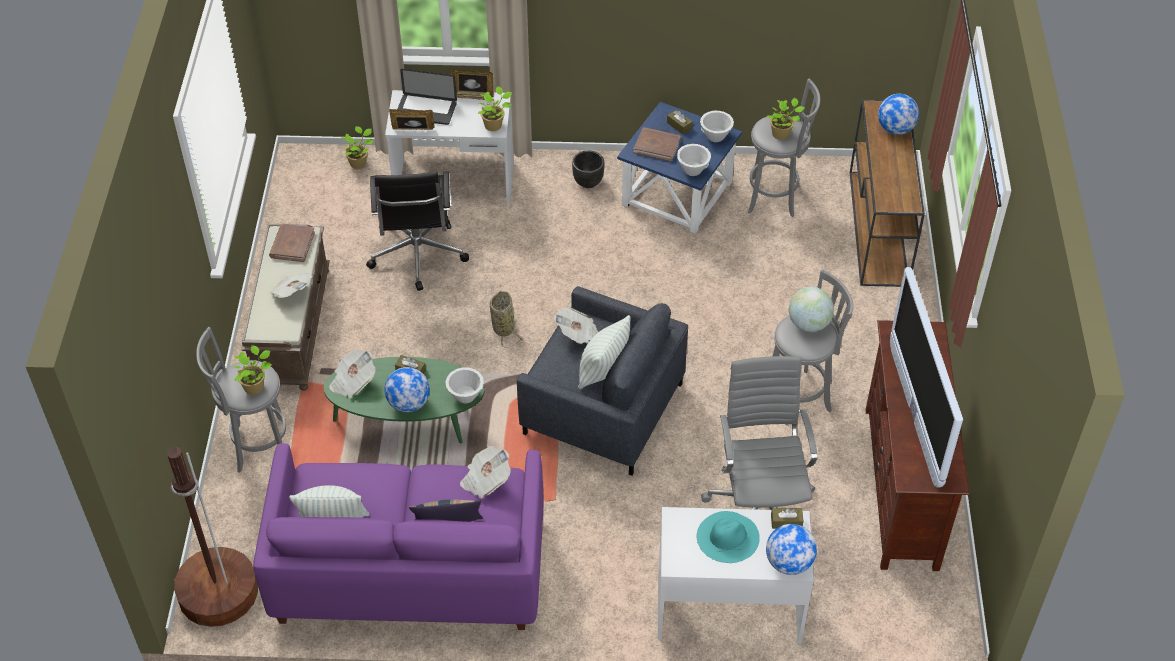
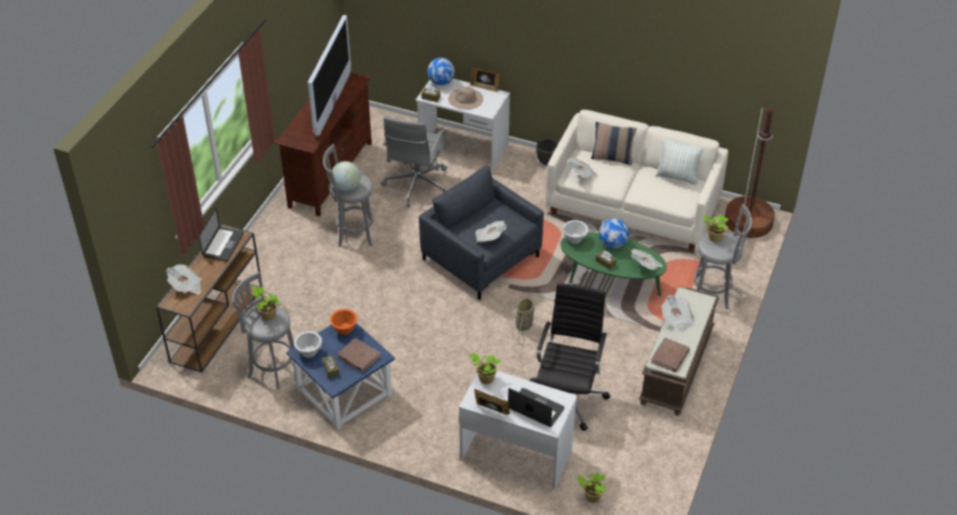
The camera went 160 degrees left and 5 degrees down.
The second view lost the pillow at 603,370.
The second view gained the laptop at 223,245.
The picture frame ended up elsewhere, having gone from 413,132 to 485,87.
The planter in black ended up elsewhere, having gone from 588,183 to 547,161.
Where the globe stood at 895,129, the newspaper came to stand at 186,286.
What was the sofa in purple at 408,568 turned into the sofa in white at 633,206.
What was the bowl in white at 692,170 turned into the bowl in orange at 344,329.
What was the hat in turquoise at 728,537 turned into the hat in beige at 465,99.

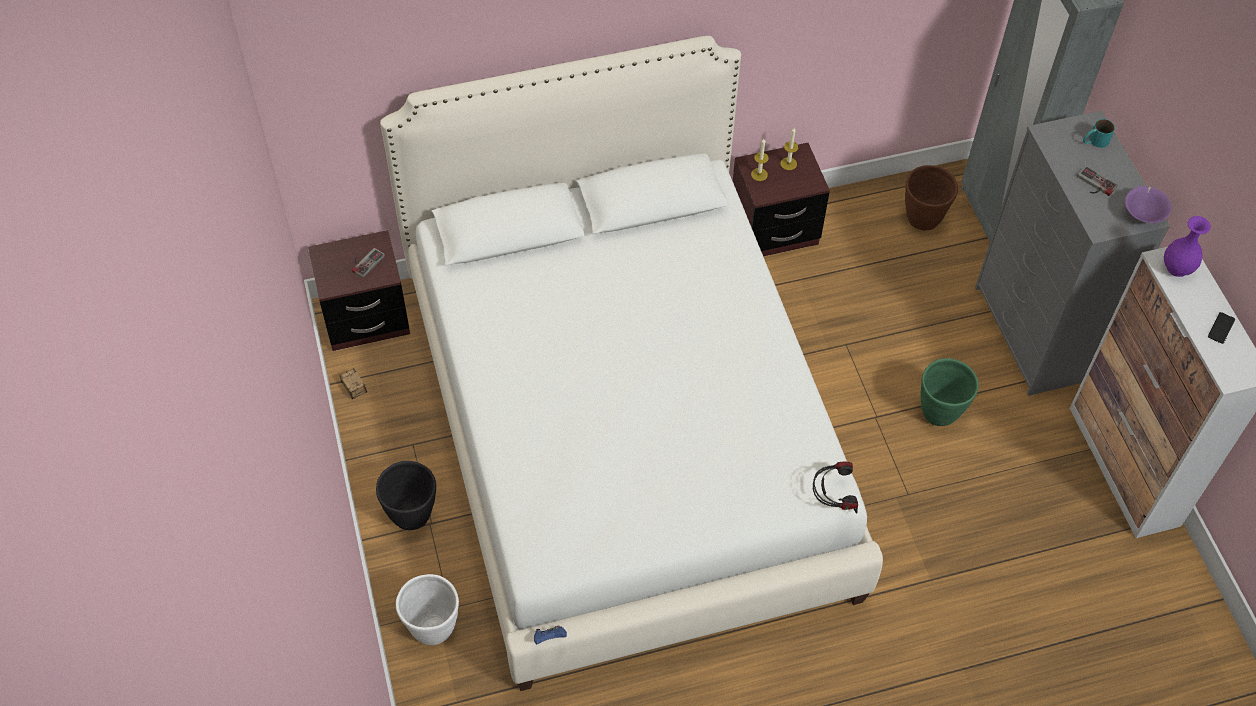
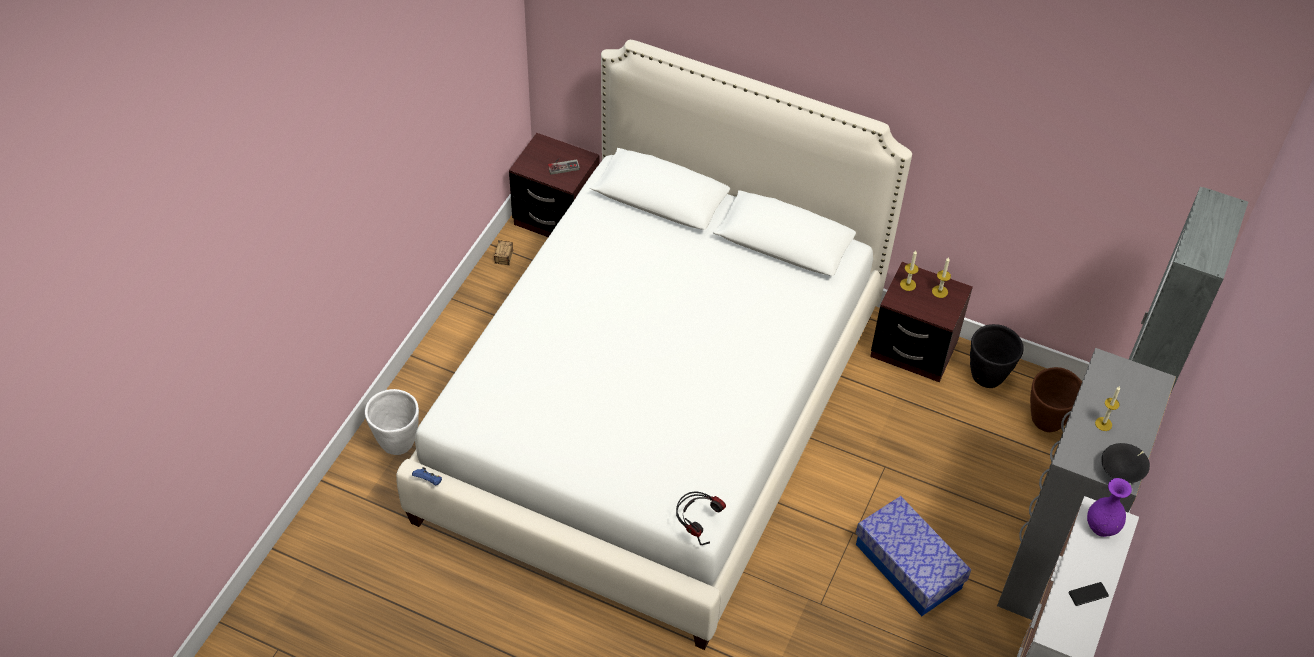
The camera went 40 degrees right and 5 degrees down.
The second view lost the mug in turquoise at 1094,141.
The planter in black ended up elsewhere, having gone from 412,516 to 987,377.
Where the planter in green stood at 940,413, the storage box came to stand at 908,566.
Where the game controller stood at 1094,184, the candle came to stand at 1103,424.
What was the bowl in purple at 1143,214 turned into the bowl in black at 1122,472.

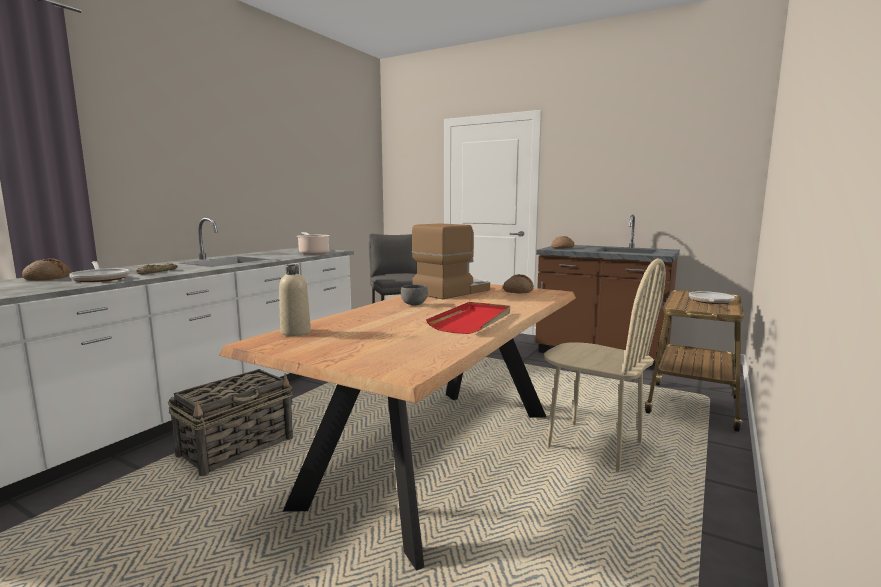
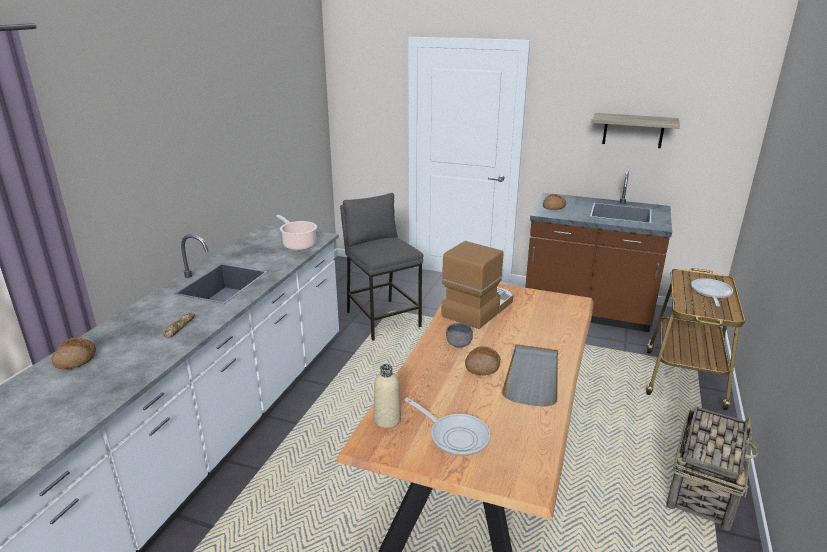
The camera went 10 degrees left and 15 degrees up.
The second view lost the chair in beige at 594,446.
The second view gained the shelf at 633,130.
The frying pan ended up elsewhere, having gone from 101,278 to 455,436.
The basket ended up elsewhere, having gone from 238,447 to 703,487.
The bread ended up elsewhere, having gone from 518,291 to 482,366.
What was the tray in red at 473,321 turned into the tray in grey at 532,377.

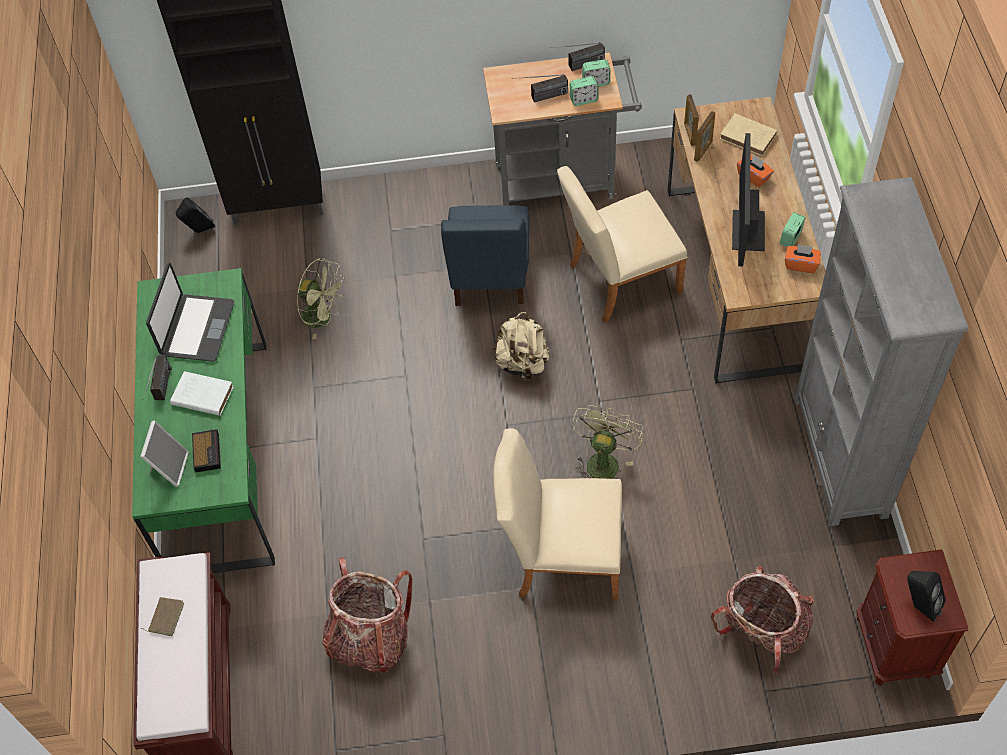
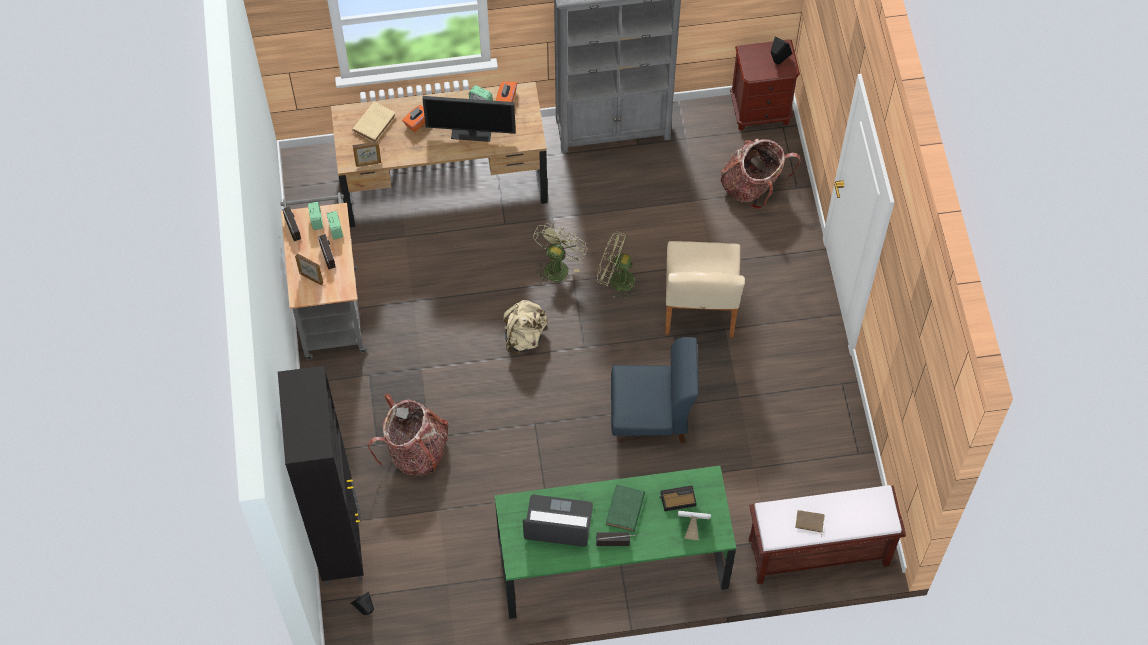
The camera went 95 degrees left and 5 degrees up.
The second view lost the chair in beige at 618,281.
The fan in green ended up elsewhere, having gone from 323,317 to 557,266.
The backpack ended up elsewhere, having gone from 370,639 to 415,451.
The chair in blue ended up elsewhere, having gone from 489,275 to 651,416.
The picture frame ended up elsewhere, having gone from 703,151 to 311,278.
What was the book in white at 201,395 turned into the book in green at 624,510.

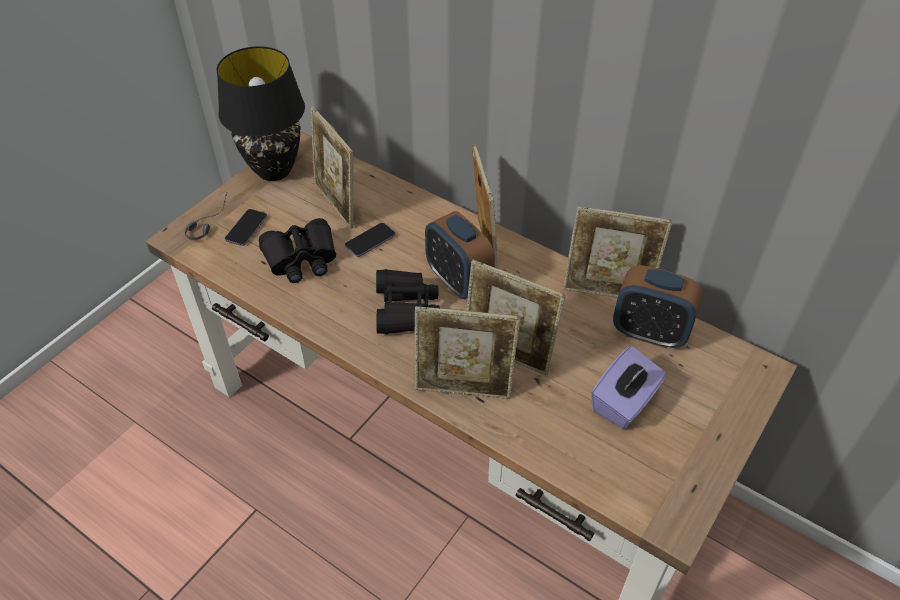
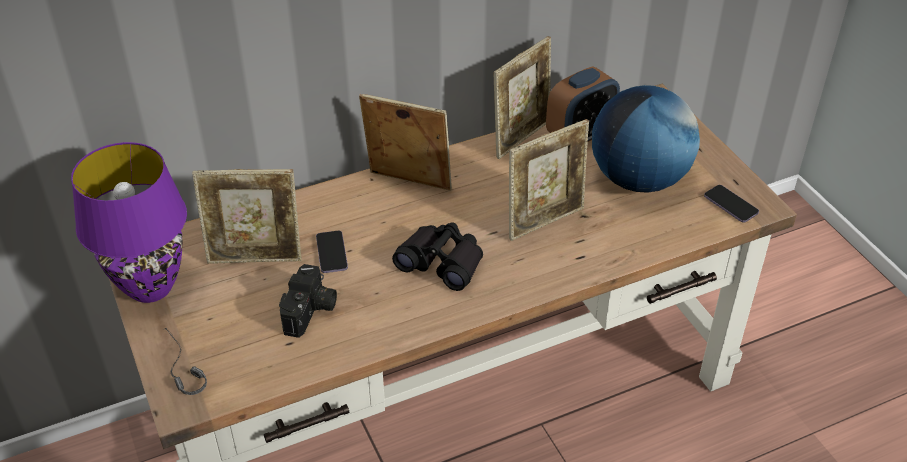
The camera went 60 degrees left and 5 degrees down.
The second view lost the picture frame at 464,389.
The second view lost the alarm clock at 458,280.
The phone ended up elsewhere, having gone from 246,228 to 730,205.
Where the binoculars in black stood at 301,259, the photo camera came to stand at 311,312.
Where the tissue box in purple stood at 624,402, the globe came to stand at 639,179.
What was the table lamp in black at 273,171 turned into the table lamp in purple at 150,289.

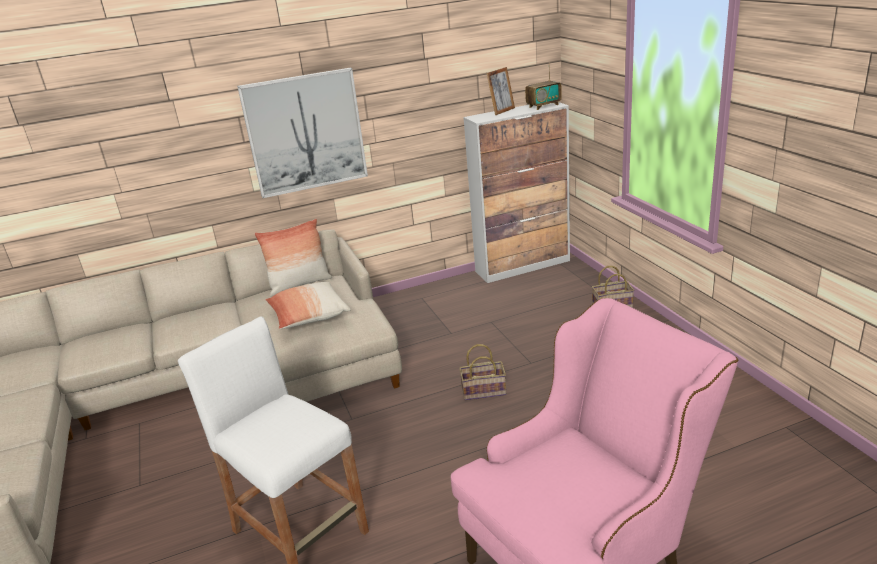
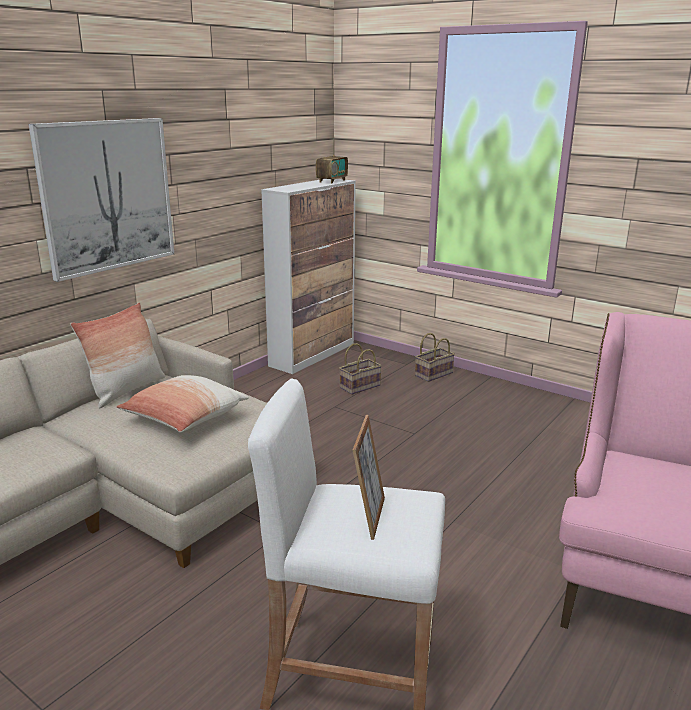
The camera went 35 degrees left and 5 degrees down.
The basket ended up elsewhere, having gone from 484,390 to 360,386.
The picture frame ended up elsewhere, having gone from 502,111 to 368,516.

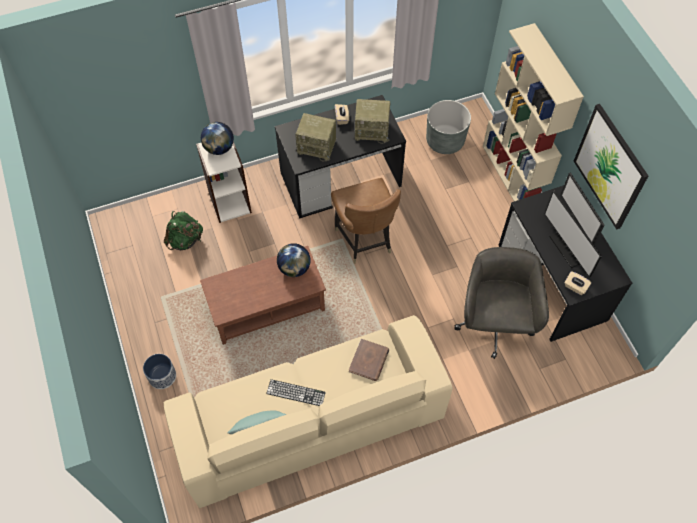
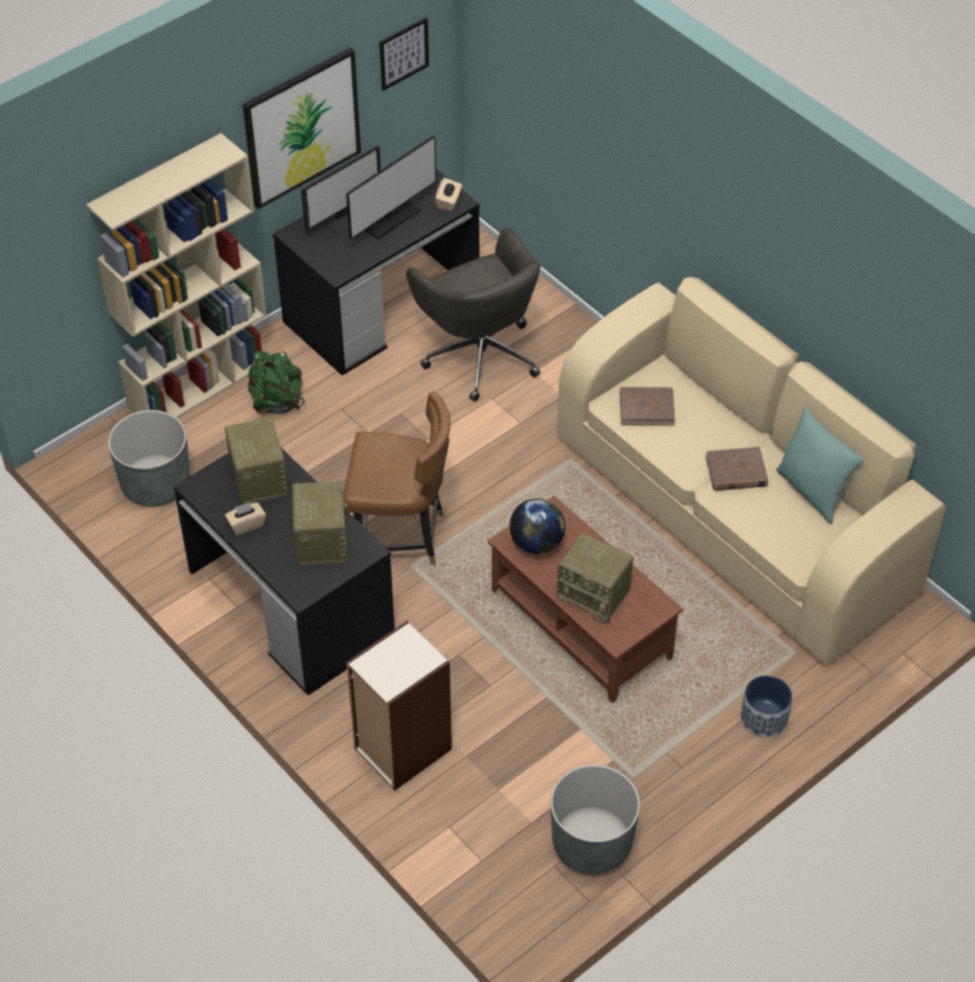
The camera went 110 degrees left and 10 degrees down.
The second view lost the globe at 219,148.
The second view gained the picture at 403,53.
The second view gained the planter in grey at 592,843.
The second view gained the radio at 595,594.
The backpack in green ended up elsewhere, having gone from 185,240 to 276,400.
Where the keyboard stood at 296,393, the book in brown came to stand at 736,472.
The chair in brown at 364,240 ended up facing another way, 45 degrees clockwise from before.
The office chair in grey at 493,324 ended up facing another way, 105 degrees counterclockwise from before.

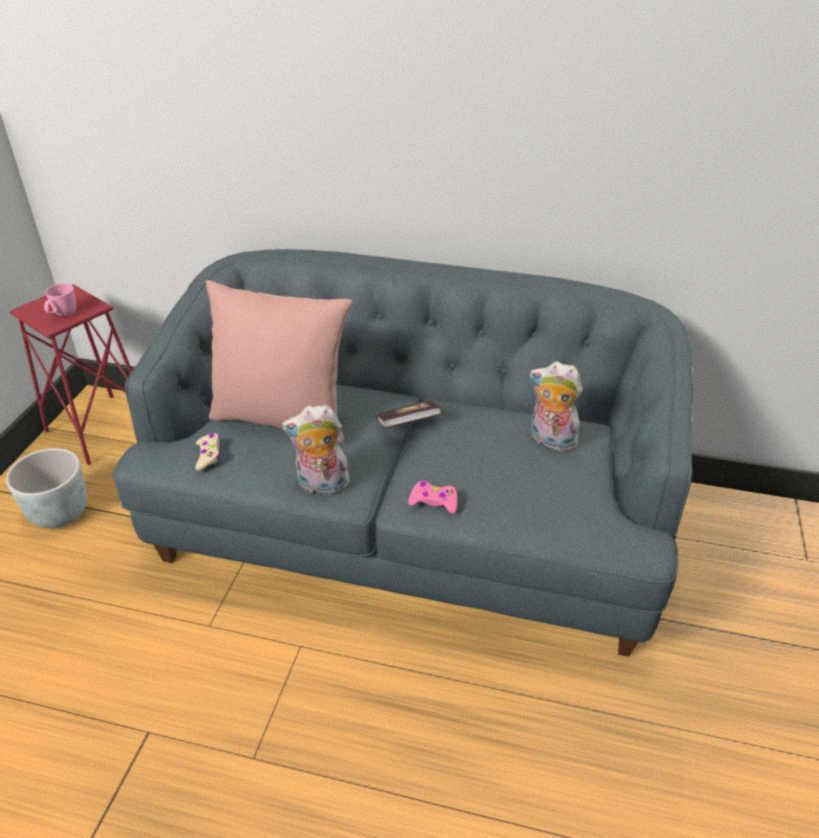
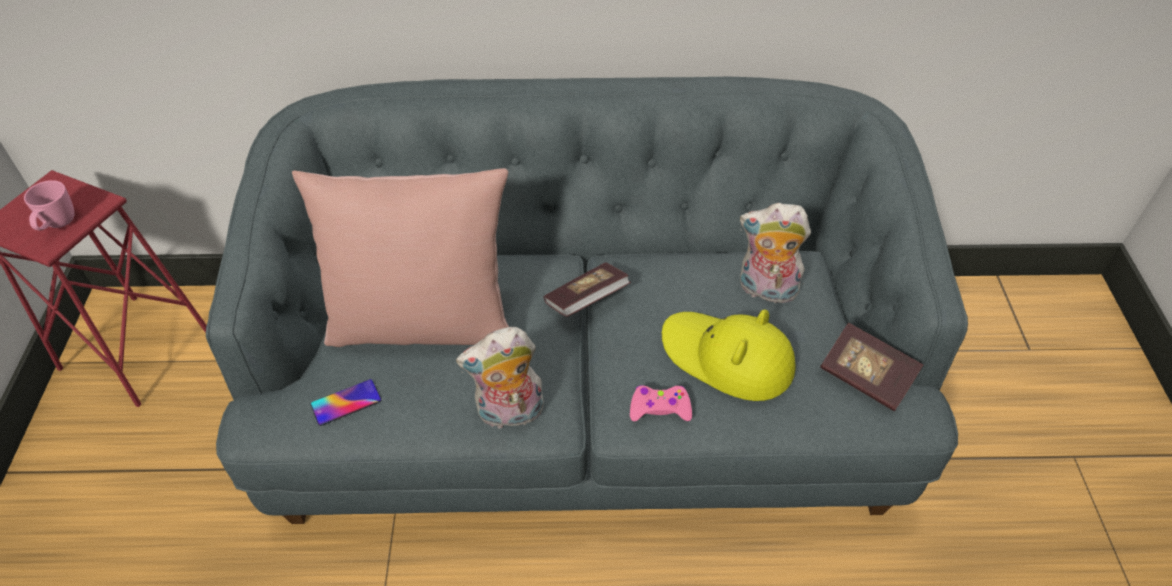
The camera went 15 degrees left and 10 degrees up.
The second view lost the planter in grey at 60,513.
The second view gained the hat in yellow at 727,358.
The second view gained the book at 866,377.
Where the game controller in beige stood at 208,455, the phone came to stand at 346,402.

